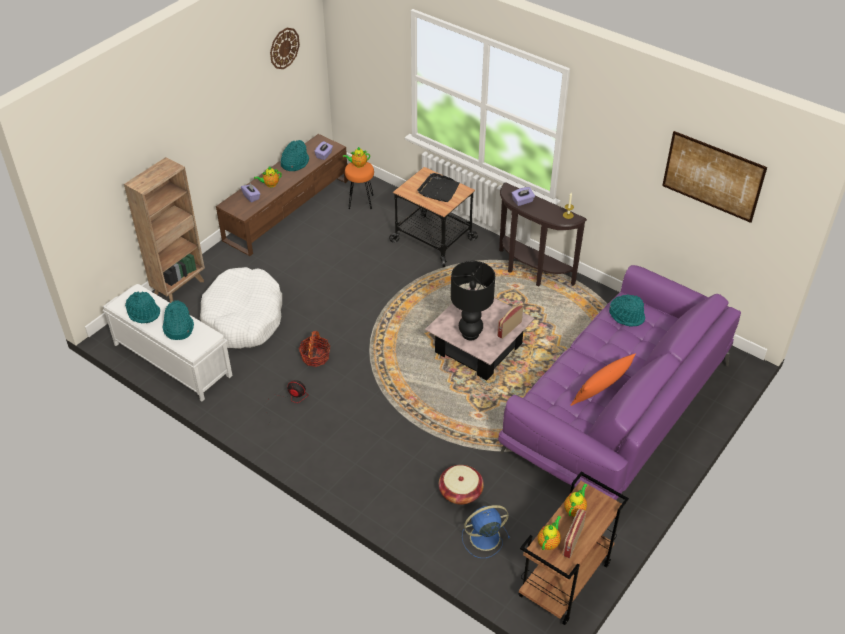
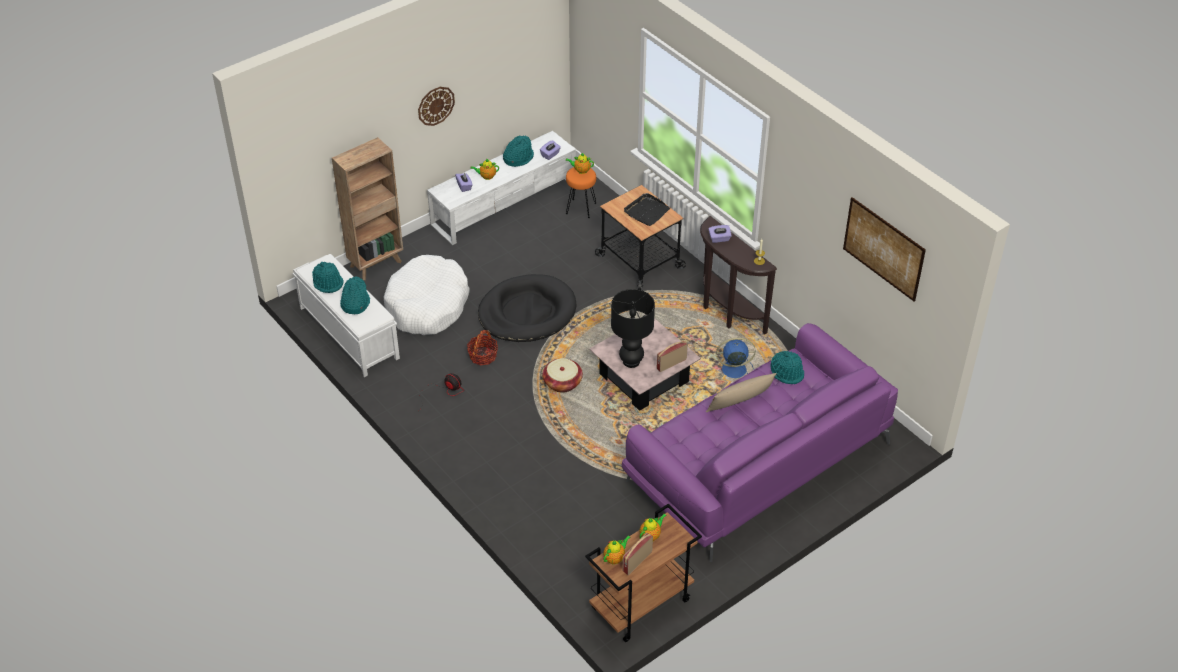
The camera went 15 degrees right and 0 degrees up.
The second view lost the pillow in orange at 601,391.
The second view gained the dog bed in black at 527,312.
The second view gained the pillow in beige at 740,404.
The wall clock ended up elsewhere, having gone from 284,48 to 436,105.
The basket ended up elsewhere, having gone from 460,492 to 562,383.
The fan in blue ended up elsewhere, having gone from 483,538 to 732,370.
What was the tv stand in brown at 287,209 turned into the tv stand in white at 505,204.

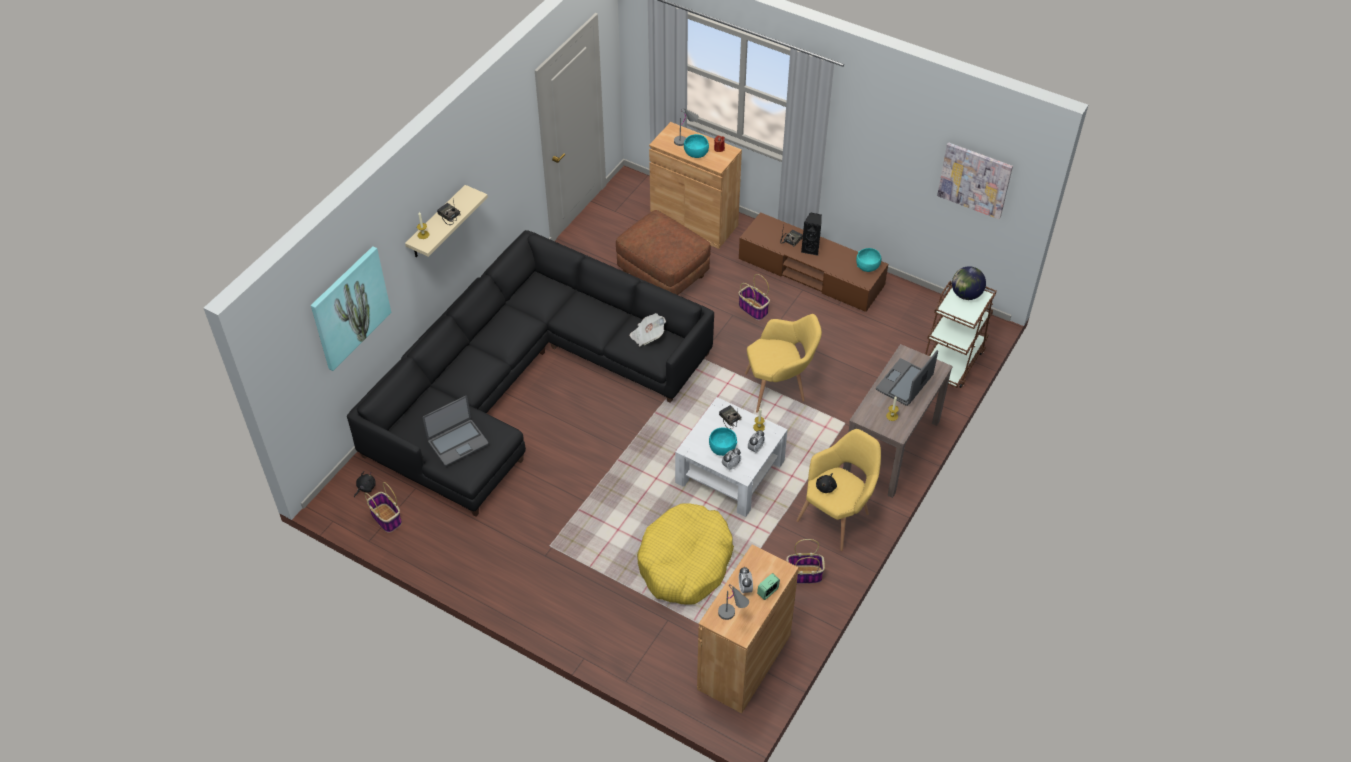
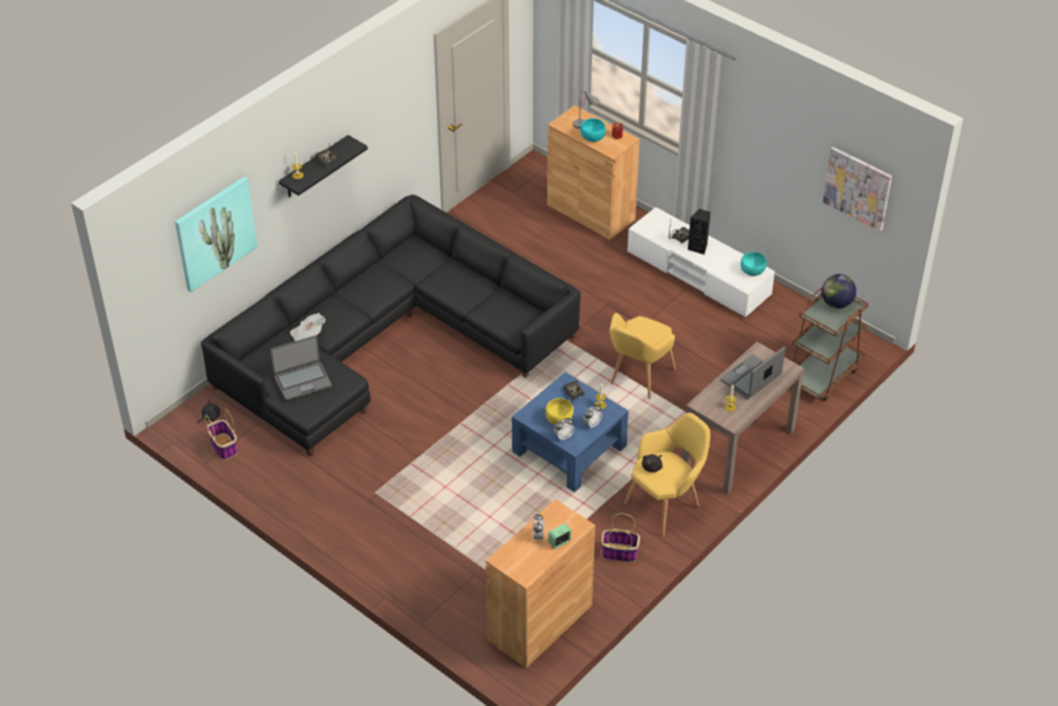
The camera went 10 degrees right and 5 degrees down.
The second view lost the ottoman in brown at 662,274.
The second view lost the dog bed in yellow at 685,562.
The second view lost the table lamp in grey at 733,616.
The second view lost the basket at 753,309.
The newspaper ended up elsewhere, having gone from 647,336 to 308,335.
What was the shelf in beige at 437,223 turned into the shelf in black at 315,168.
What was the coffee table in white at 730,472 turned into the coffee table in blue at 569,449.
What was the bowl in turquoise at 722,448 turned into the bowl in yellow at 559,419.
What was the tv stand in brown at 811,273 turned into the tv stand in white at 698,274.
The armchair in yellow at 779,388 ended up facing another way, 120 degrees clockwise from before.

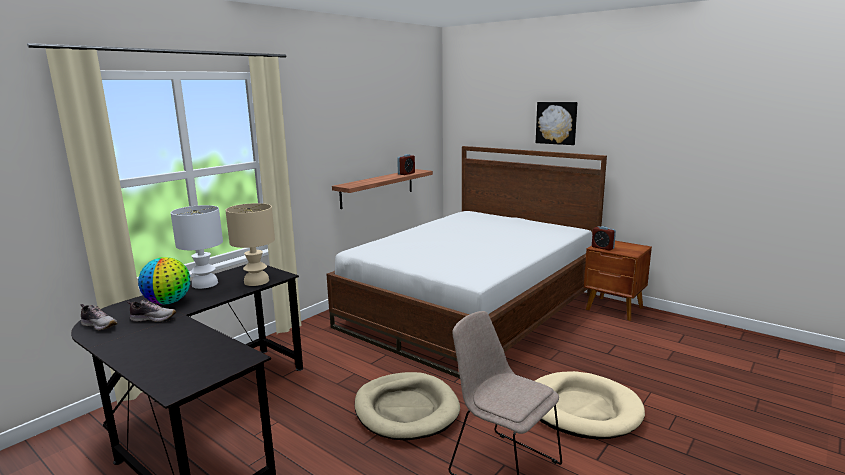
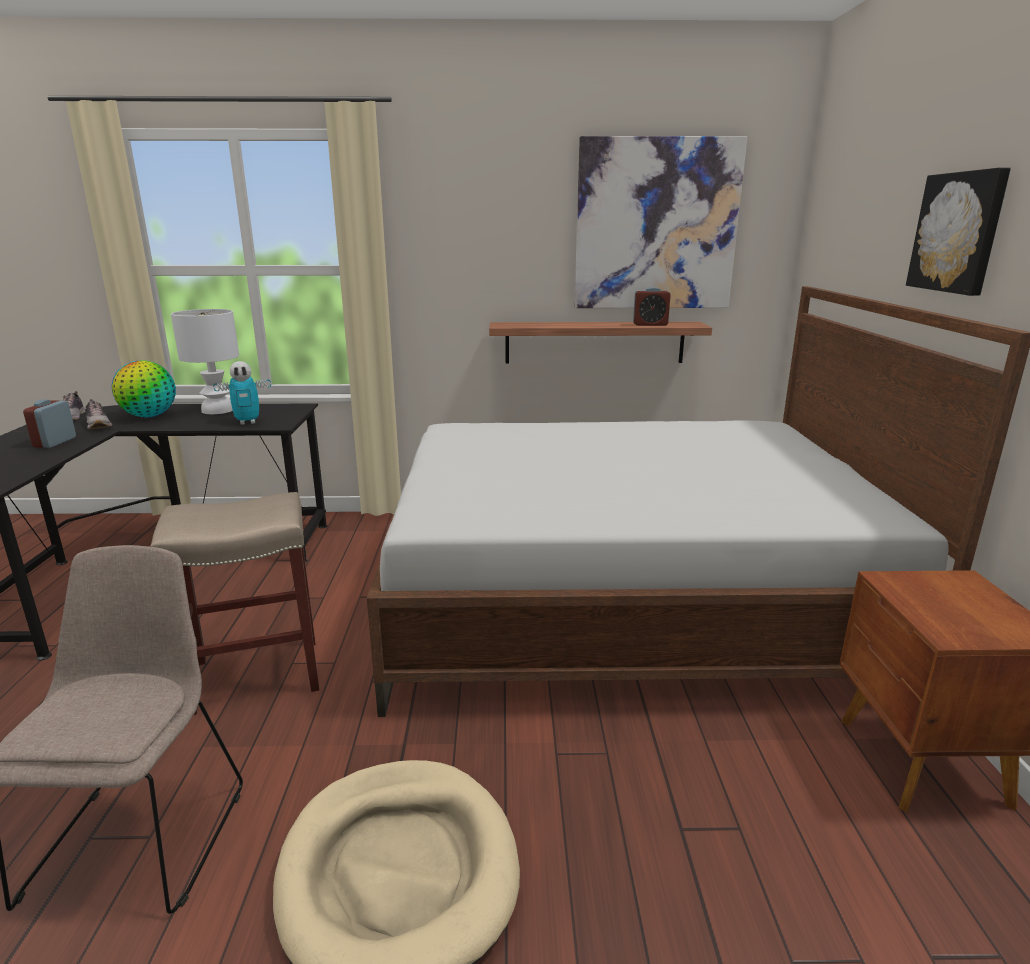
The camera went 50 degrees right and 5 degrees up.
The second view gained the picture at 656,225.
The alarm clock ended up elsewhere, having gone from 602,248 to 55,442.
Where the table lamp in beige stood at 256,281, the toy robot came to stand at 248,422.
Where the dog bed in beige stood at 406,409, the stool in beige came to stand at 258,674.

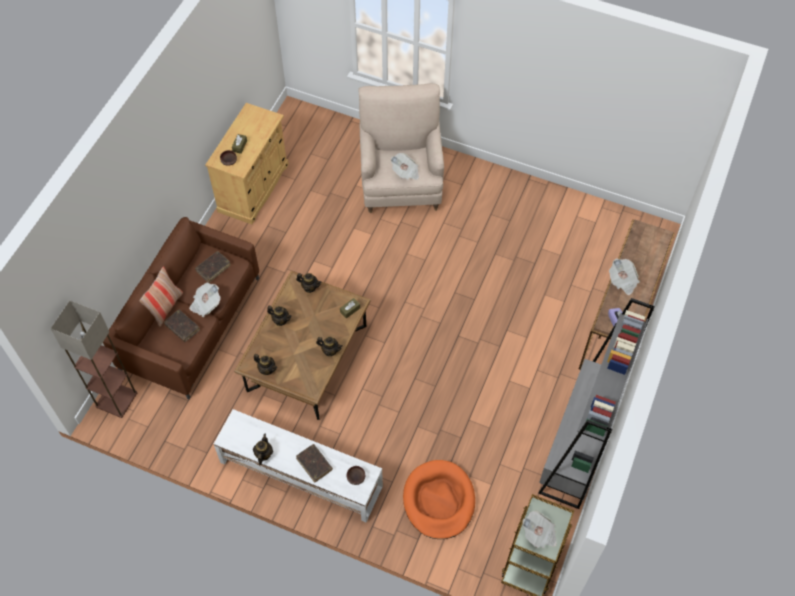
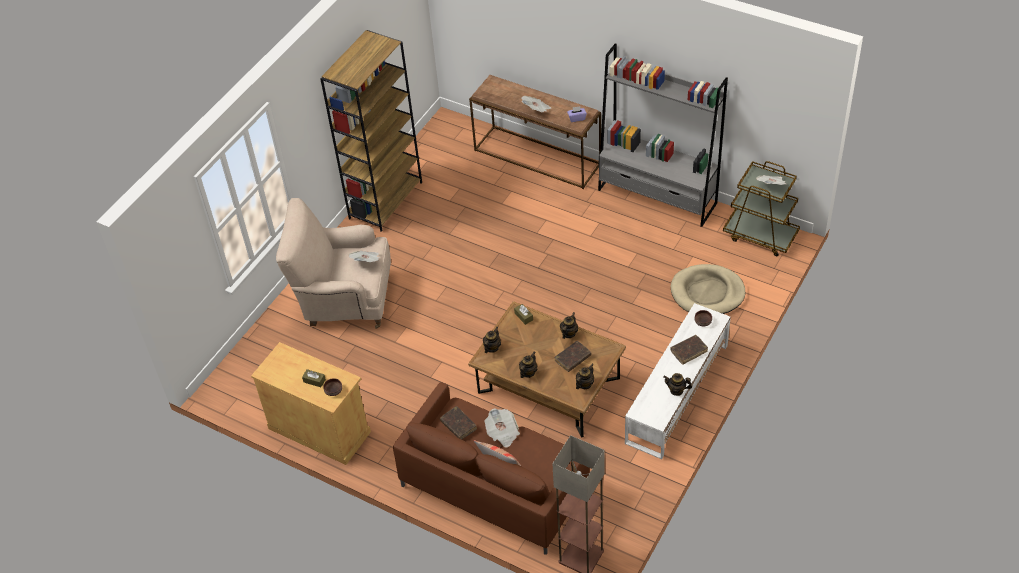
The camera went 80 degrees left and 10 degrees down.
The second view gained the bookcase in brown at 385,200.
The book in brown ended up elsewhere, having gone from 182,327 to 573,359.
What was the dog bed in orange at 439,501 turned into the dog bed in beige at 707,293.

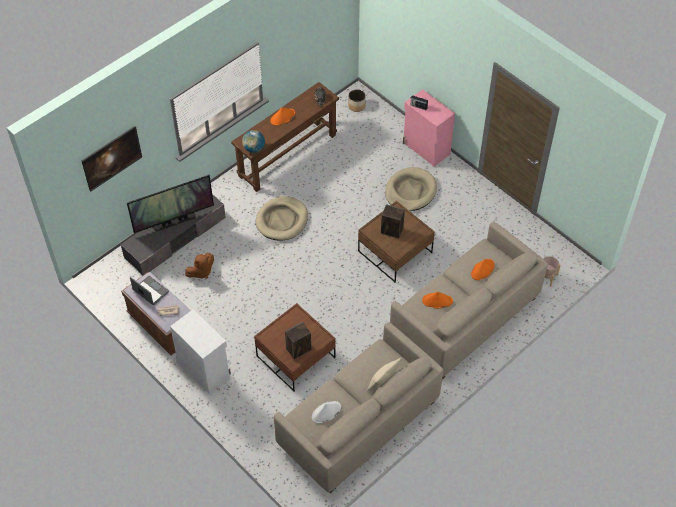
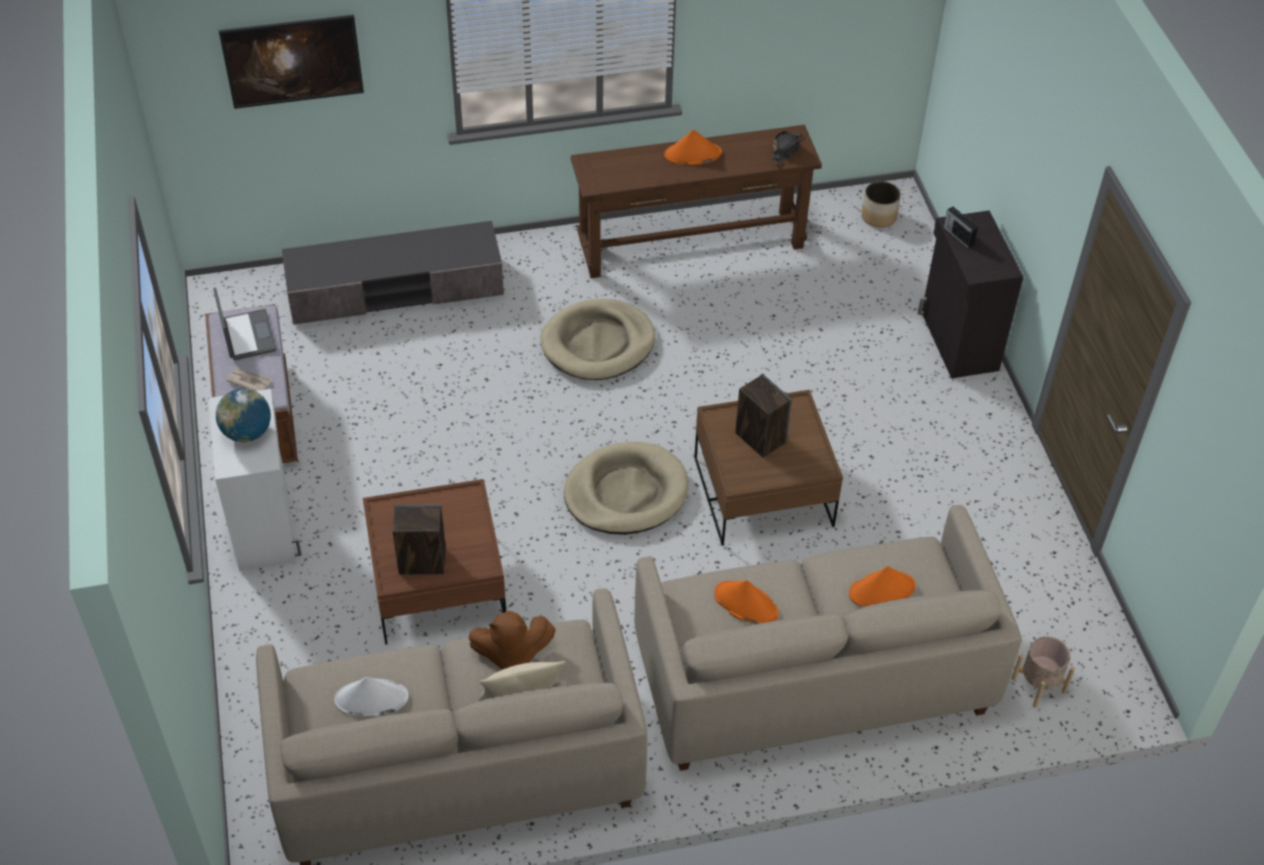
The camera went 30 degrees right and 5 degrees down.
The second view lost the television at 174,221.
The plush toy in brown ended up elsewhere, having gone from 201,272 to 511,654.
The globe ended up elsewhere, having gone from 254,149 to 247,433.
The dog bed in beige ended up elsewhere, having gone from 410,191 to 626,492.
What was the cabinet in pink at 426,149 turned into the cabinet in black at 958,342.

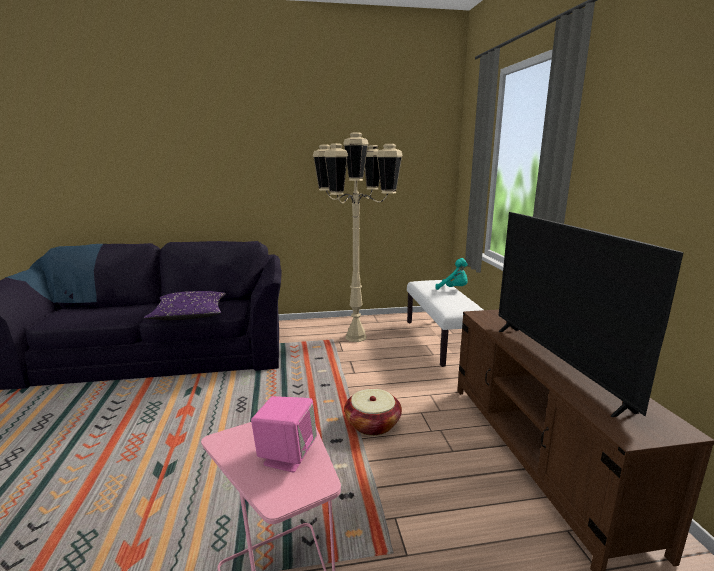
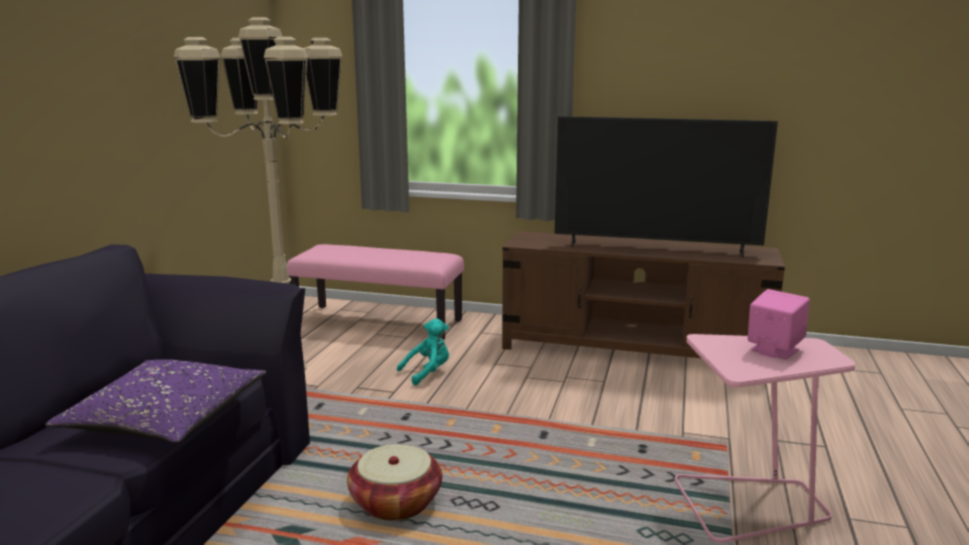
The camera went 65 degrees left and 0 degrees up.
The basket ended up elsewhere, having gone from 372,424 to 396,503.
The plush toy in turquoise ended up elsewhere, having gone from 454,289 to 428,373.
What was the bench in white at 442,341 turned into the bench in pink at 379,322.

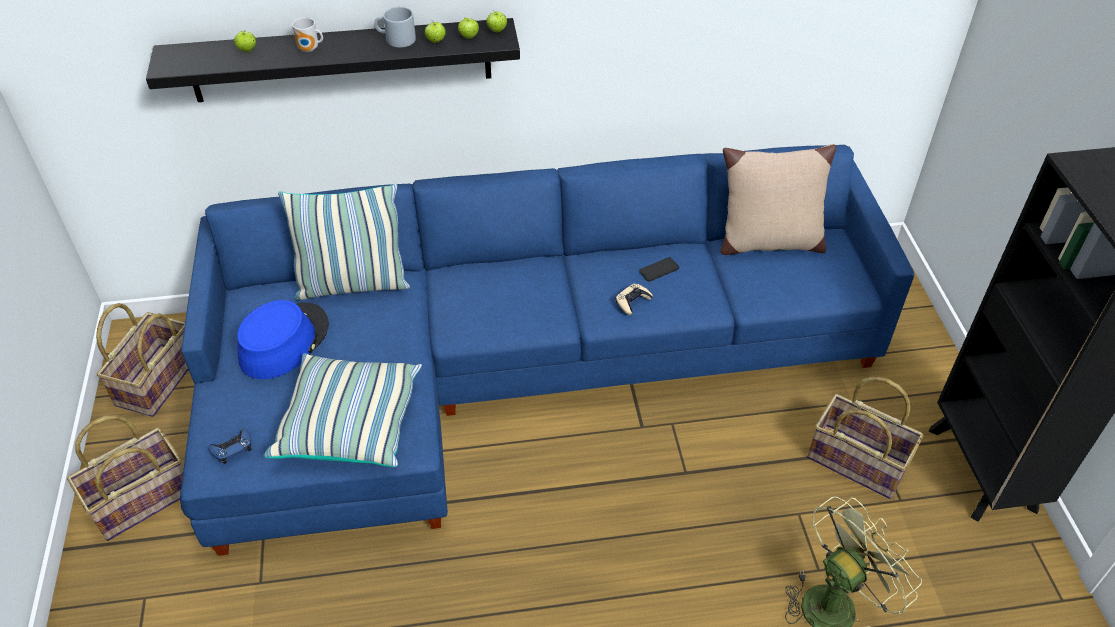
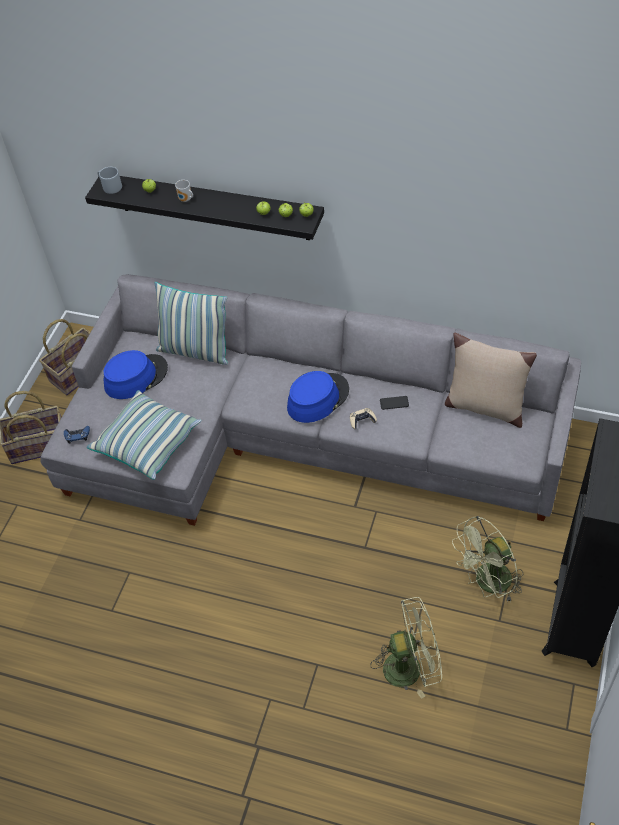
The camera went 30 degrees right and 5 degrees up.
The second view gained the hat in blue at 317,398.
The mug in grey ended up elsewhere, having gone from 395,39 to 109,186.
Where the basket stood at 858,461, the fan in green came to stand at 487,583.
What was the sofa in blue at 514,366 turned into the sofa in grey at 295,435.

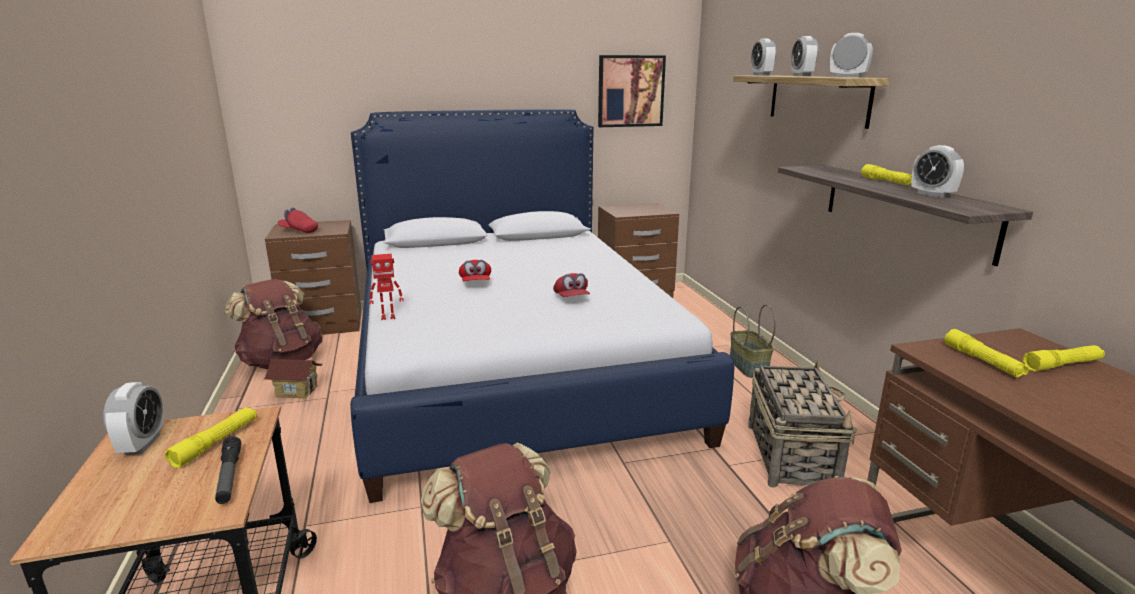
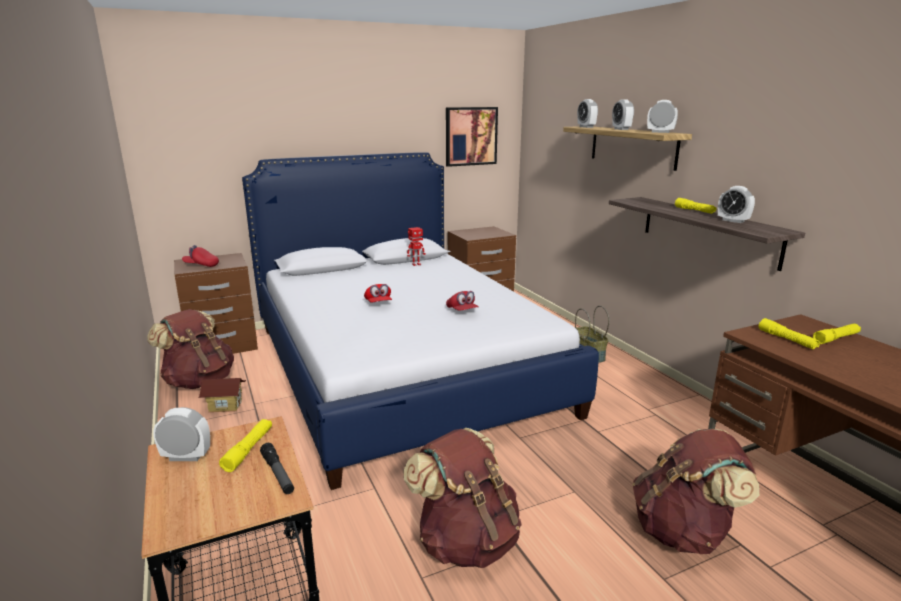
The camera went 10 degrees left and 0 degrees up.
The second view lost the basket at 791,454.
The toy robot ended up elsewhere, having gone from 388,317 to 416,264.
The alarm clock at 142,444 ended up facing another way, 75 degrees counterclockwise from before.

